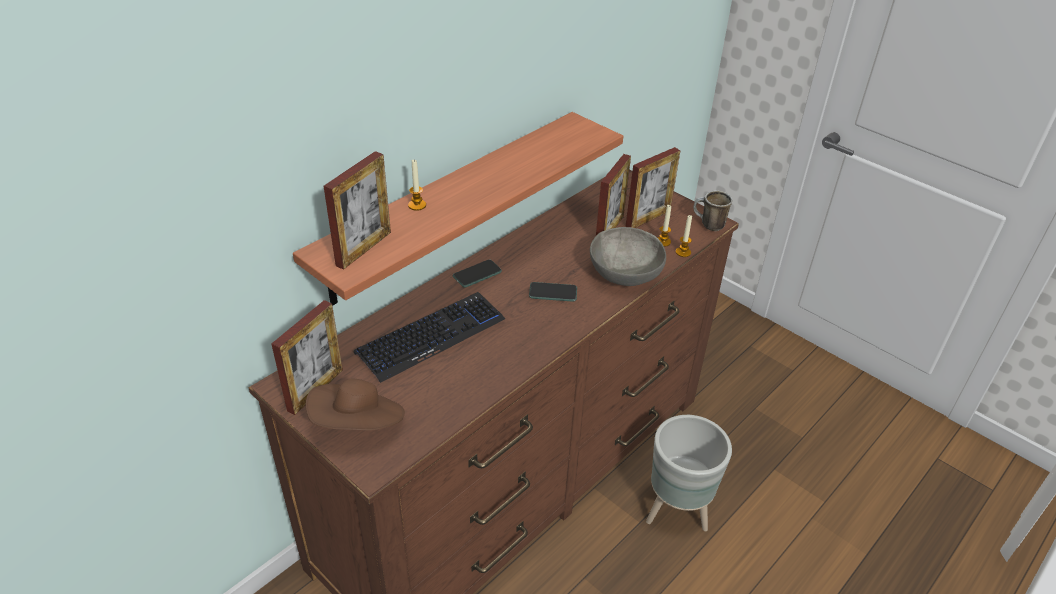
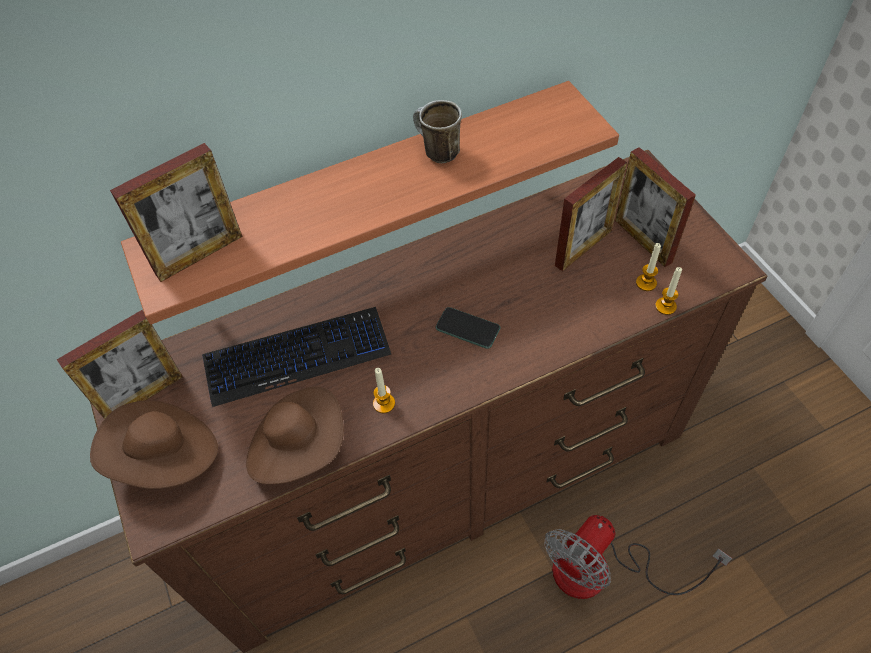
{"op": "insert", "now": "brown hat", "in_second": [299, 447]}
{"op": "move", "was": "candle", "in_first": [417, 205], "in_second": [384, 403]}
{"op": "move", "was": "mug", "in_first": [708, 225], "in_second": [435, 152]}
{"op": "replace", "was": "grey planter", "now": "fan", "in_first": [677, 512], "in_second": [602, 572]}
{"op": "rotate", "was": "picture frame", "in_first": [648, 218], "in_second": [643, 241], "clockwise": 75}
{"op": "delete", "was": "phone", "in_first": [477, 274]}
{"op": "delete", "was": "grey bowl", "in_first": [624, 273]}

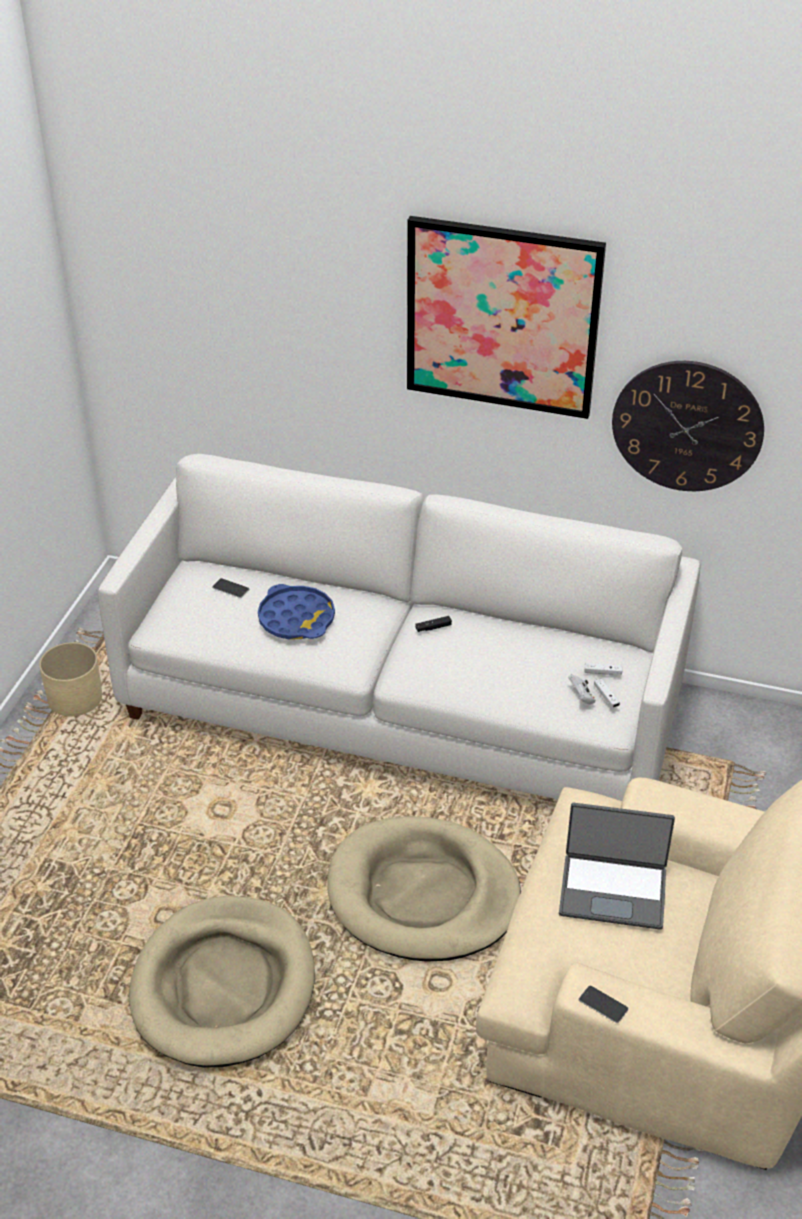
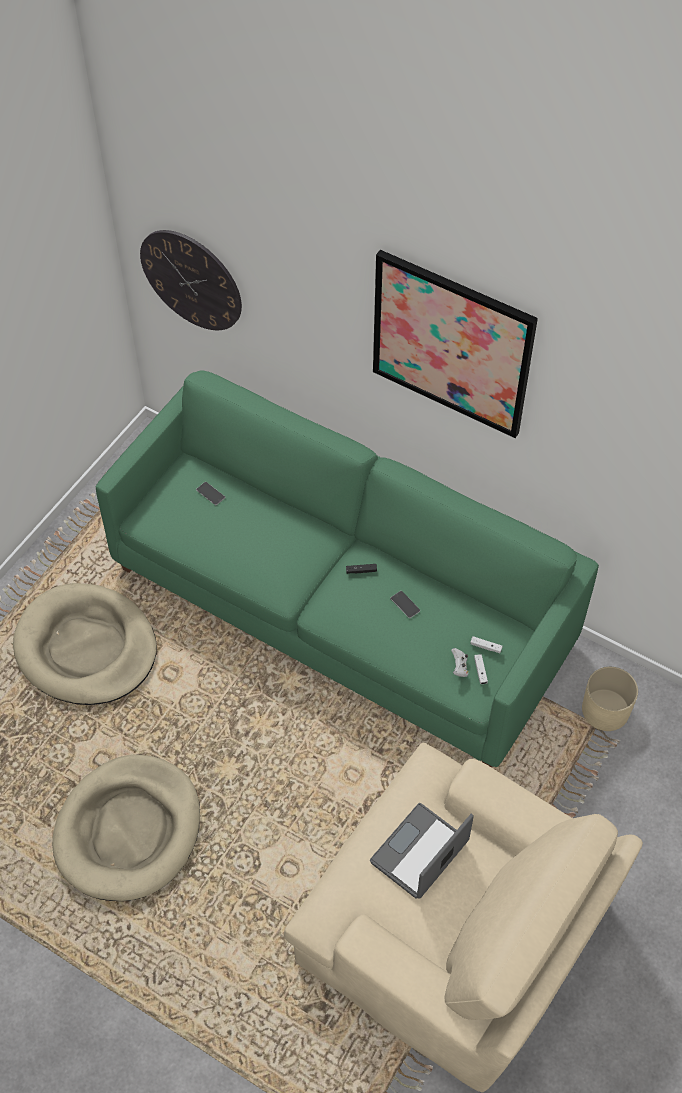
{"op": "move", "was": "beige dog bed", "in_first": [422, 894], "in_second": [86, 648]}
{"op": "recolor", "was": "white sofa", "now": "green sofa", "in_first": [402, 705], "in_second": [342, 606]}
{"op": "move", "was": "wall clock", "in_first": [687, 426], "in_second": [191, 280]}
{"op": "rotate", "was": "laptop", "in_first": [613, 890], "in_second": [420, 853], "clockwise": 105}
{"op": "move", "was": "phone", "in_first": [603, 1004], "in_second": [405, 604]}
{"op": "move", "was": "beige planter", "in_first": [75, 698], "in_second": [605, 709]}
{"op": "delete", "was": "blue tray", "in_first": [296, 619]}

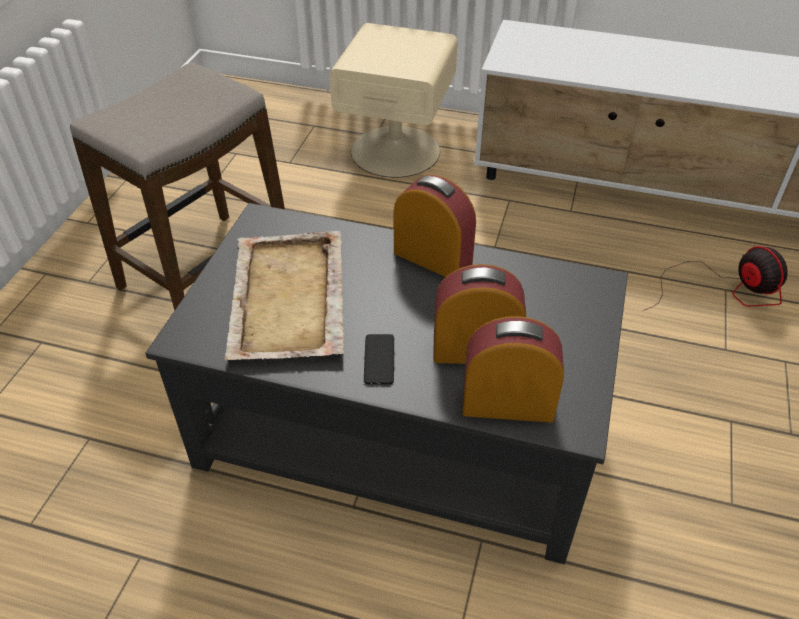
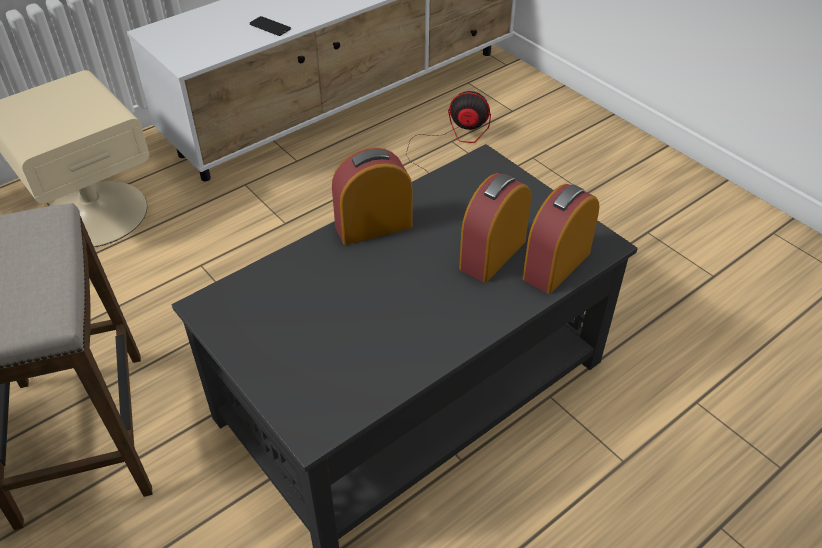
{"op": "move", "was": "phone", "in_first": [379, 359], "in_second": [270, 27]}
{"op": "delete", "was": "beige tray", "in_first": [287, 299]}

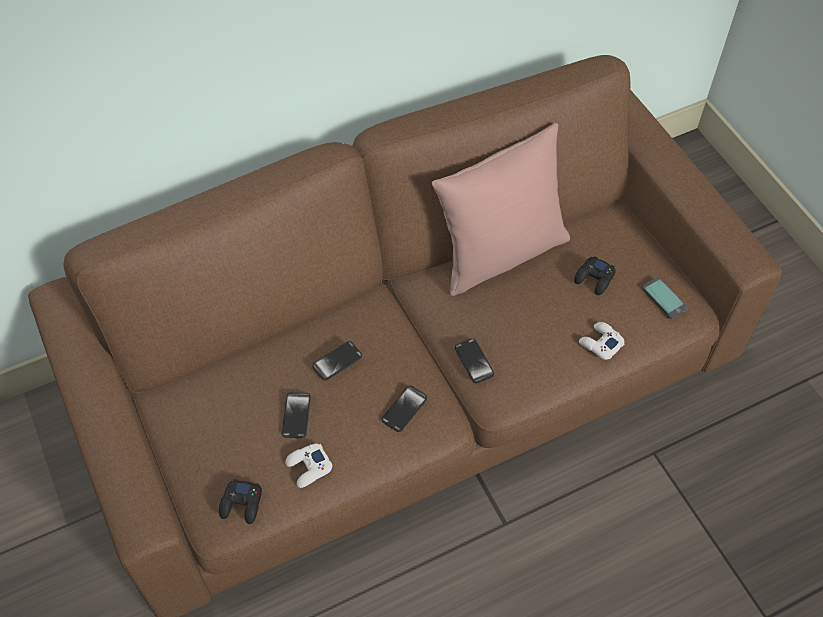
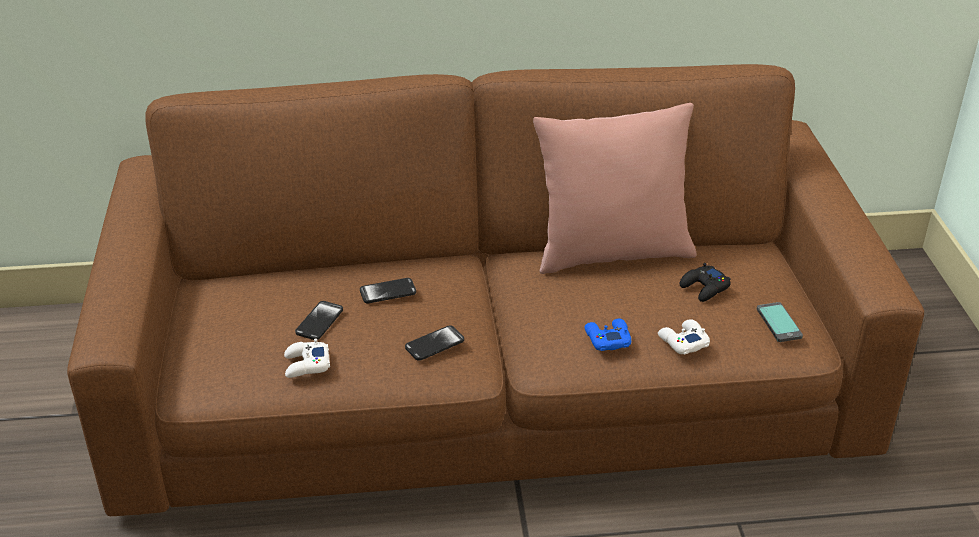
{"op": "insert", "now": "blue game controller", "in_second": [607, 339]}
{"op": "delete", "was": "black game controller", "in_first": [242, 504]}
{"op": "delete", "was": "phone", "in_first": [474, 361]}

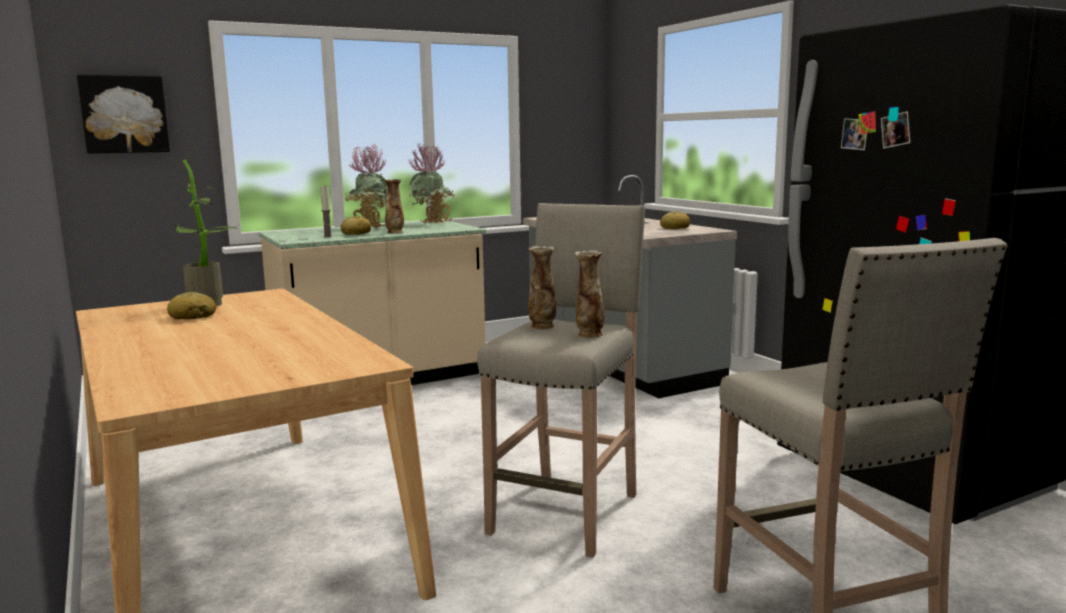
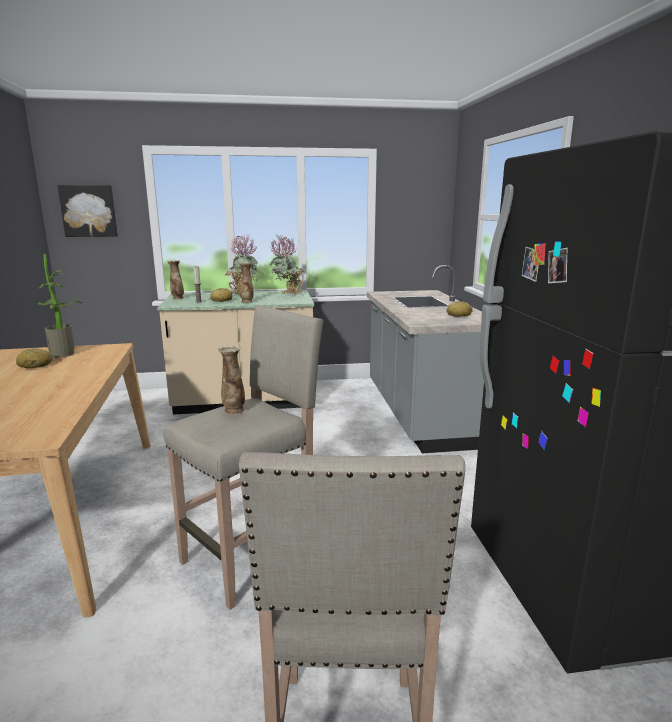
{"op": "move", "was": "vase", "in_first": [589, 335], "in_second": [177, 298]}

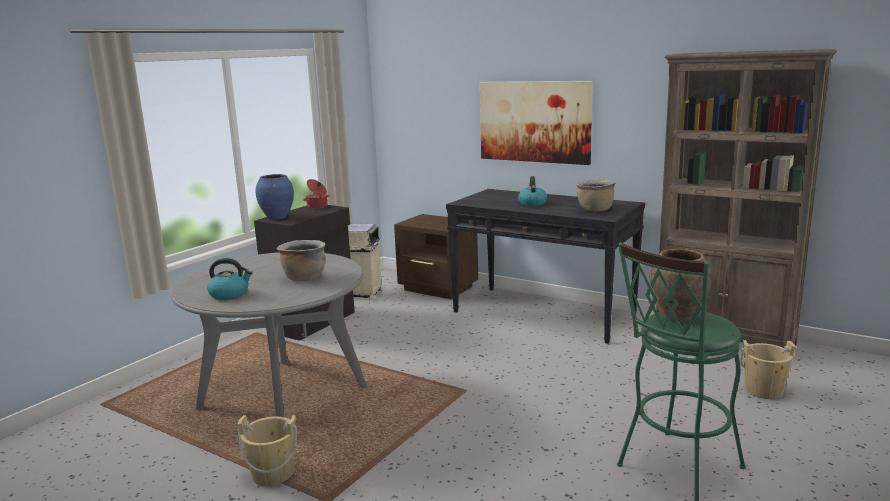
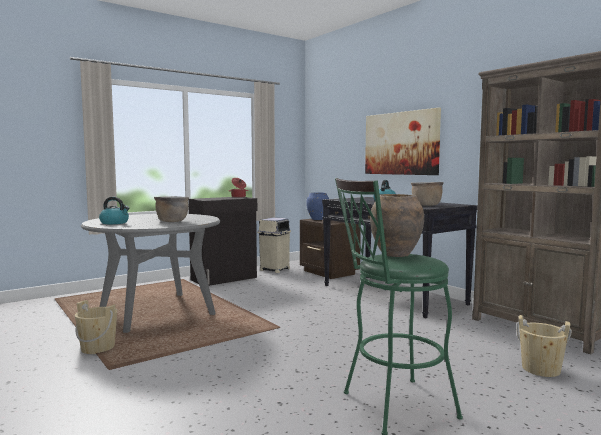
{"op": "move", "was": "blue vase", "in_first": [277, 217], "in_second": [317, 219]}

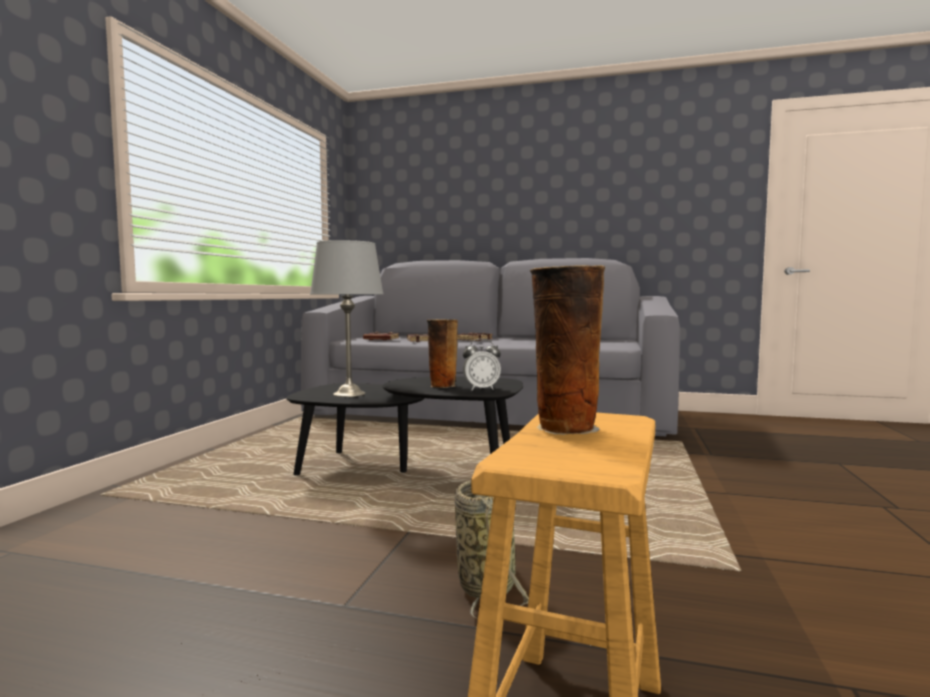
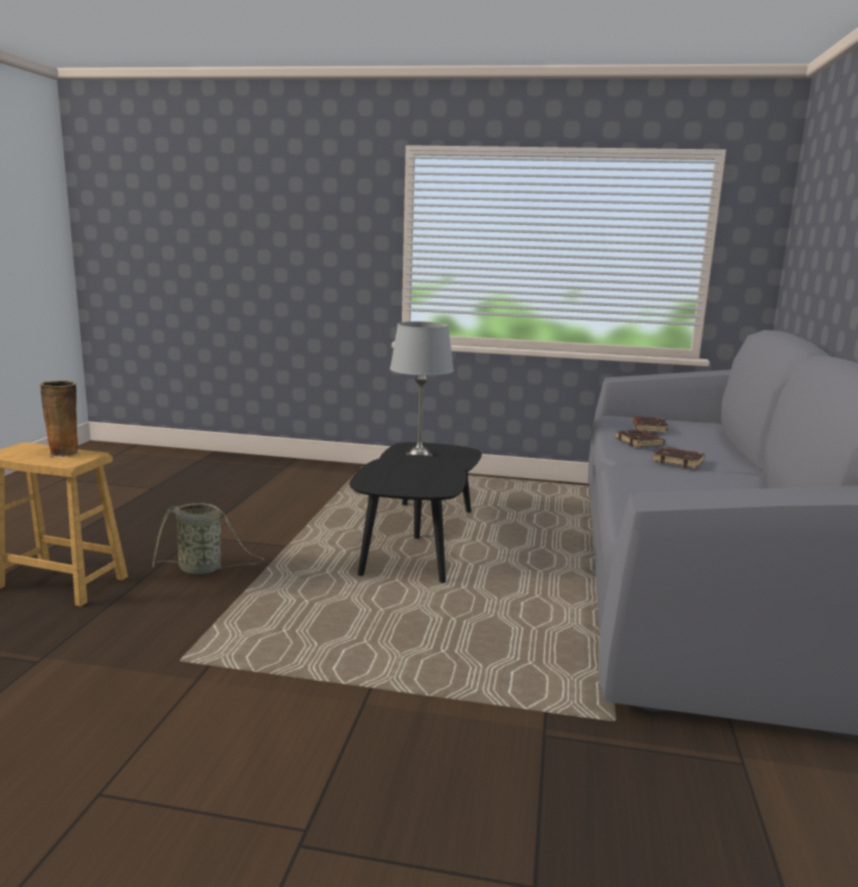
{"op": "delete", "was": "vase", "in_first": [442, 386]}
{"op": "delete", "was": "alarm clock", "in_first": [481, 389]}

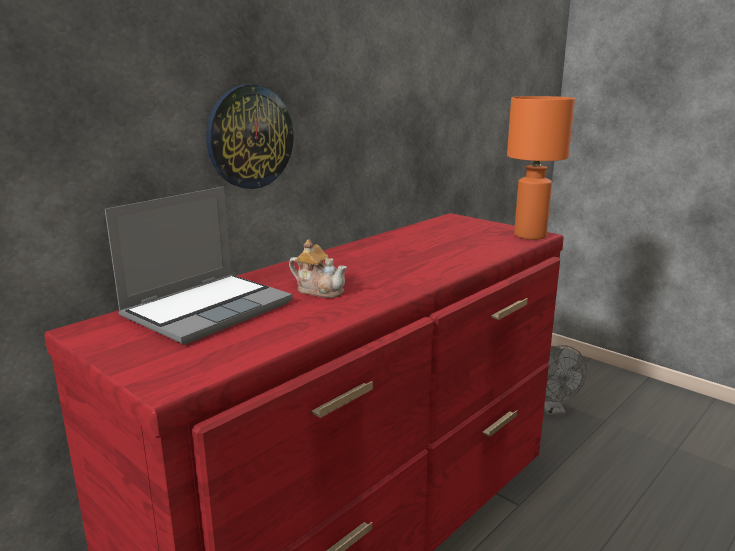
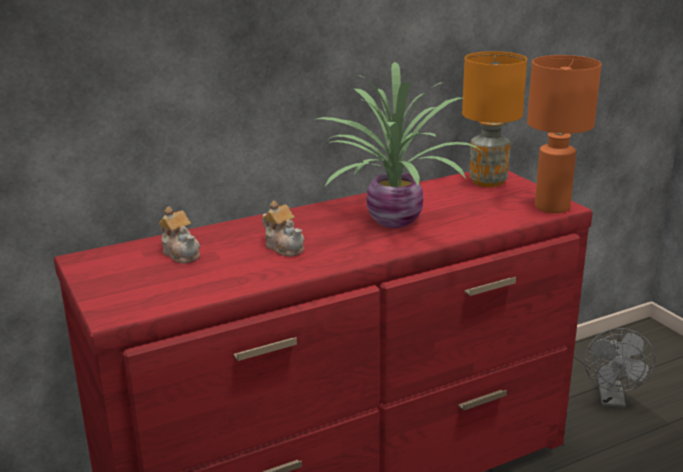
{"op": "replace", "was": "laptop", "now": "teapot", "in_first": [208, 309], "in_second": [181, 253]}
{"op": "insert", "now": "potted plant", "in_second": [391, 221]}
{"op": "insert", "now": "orange table lamp", "in_second": [487, 181]}
{"op": "delete", "was": "wall clock", "in_first": [249, 137]}

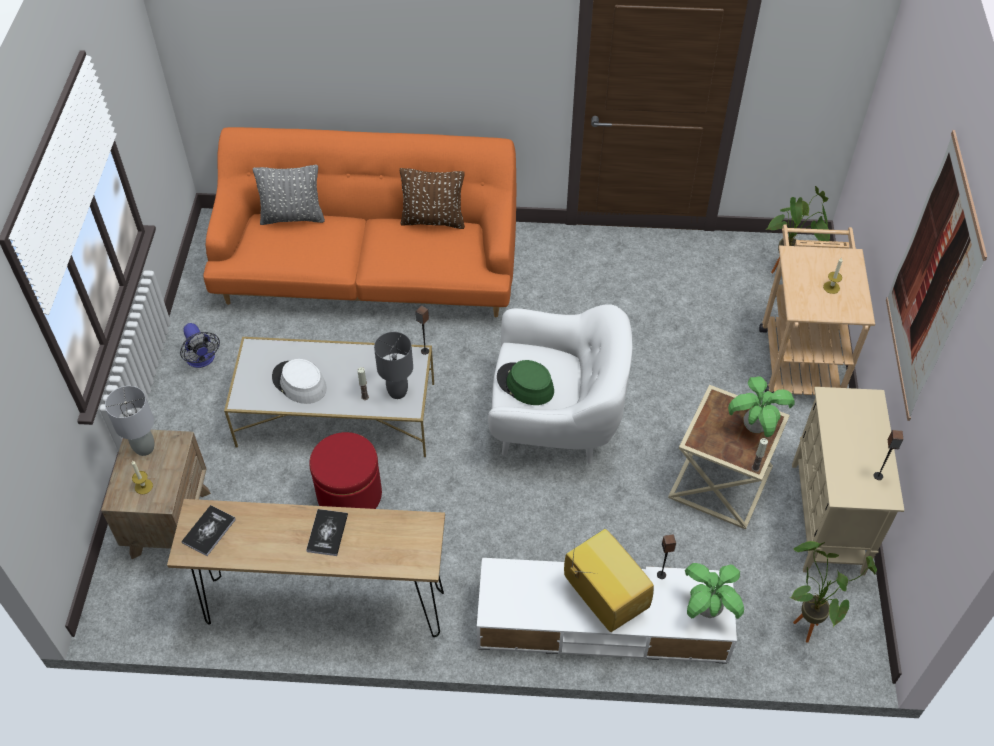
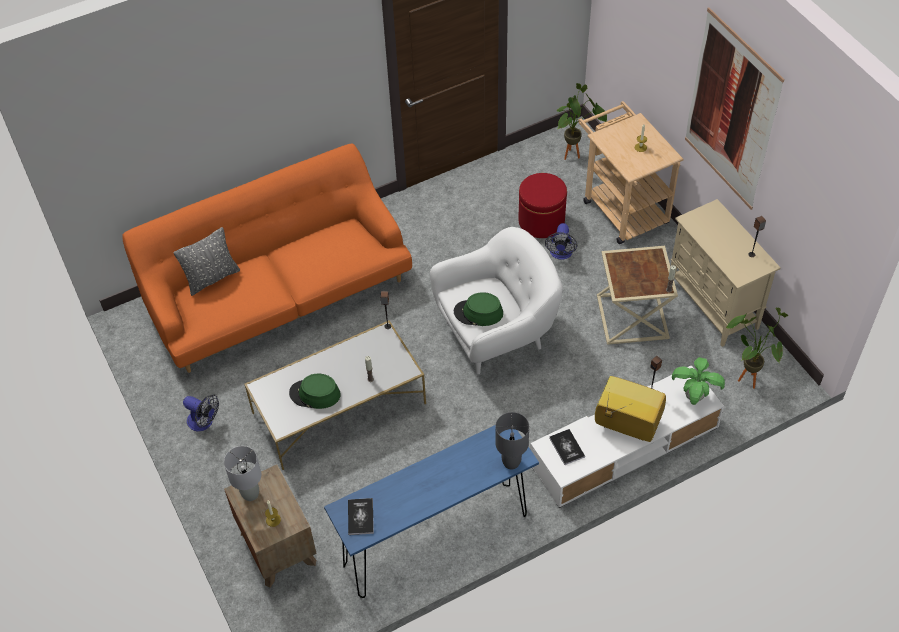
{"op": "recolor", "was": "white hat", "now": "green hat", "in_first": [299, 383], "in_second": [315, 394]}
{"op": "recolor", "was": "brown console table", "now": "blue console table", "in_first": [325, 607], "in_second": [436, 540]}
{"op": "move", "was": "grey table lamp", "in_first": [397, 392], "in_second": [511, 462]}
{"op": "move", "was": "red ottoman", "in_first": [349, 495], "in_second": [541, 221]}
{"op": "insert", "now": "fan", "in_second": [560, 254]}
{"op": "move", "was": "book", "in_first": [327, 533], "in_second": [567, 447]}
{"op": "delete", "was": "brown pillow", "in_first": [433, 220]}
{"op": "delete", "was": "potted plant", "in_first": [754, 427]}

